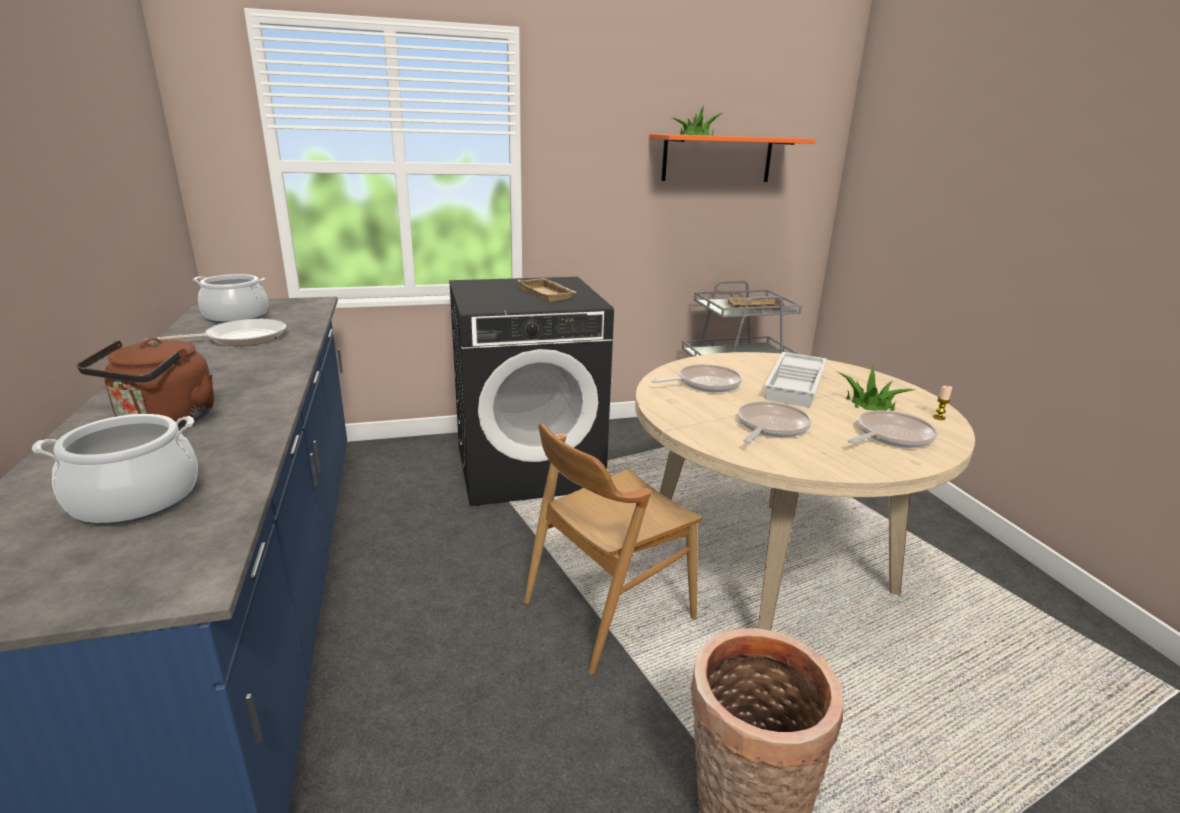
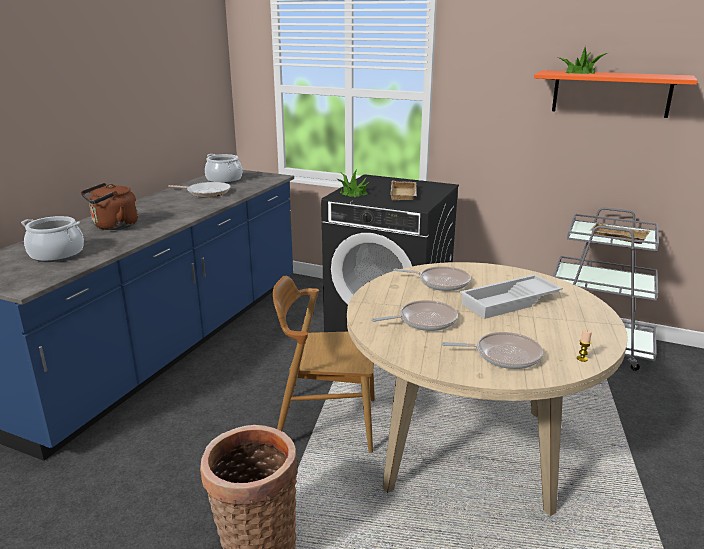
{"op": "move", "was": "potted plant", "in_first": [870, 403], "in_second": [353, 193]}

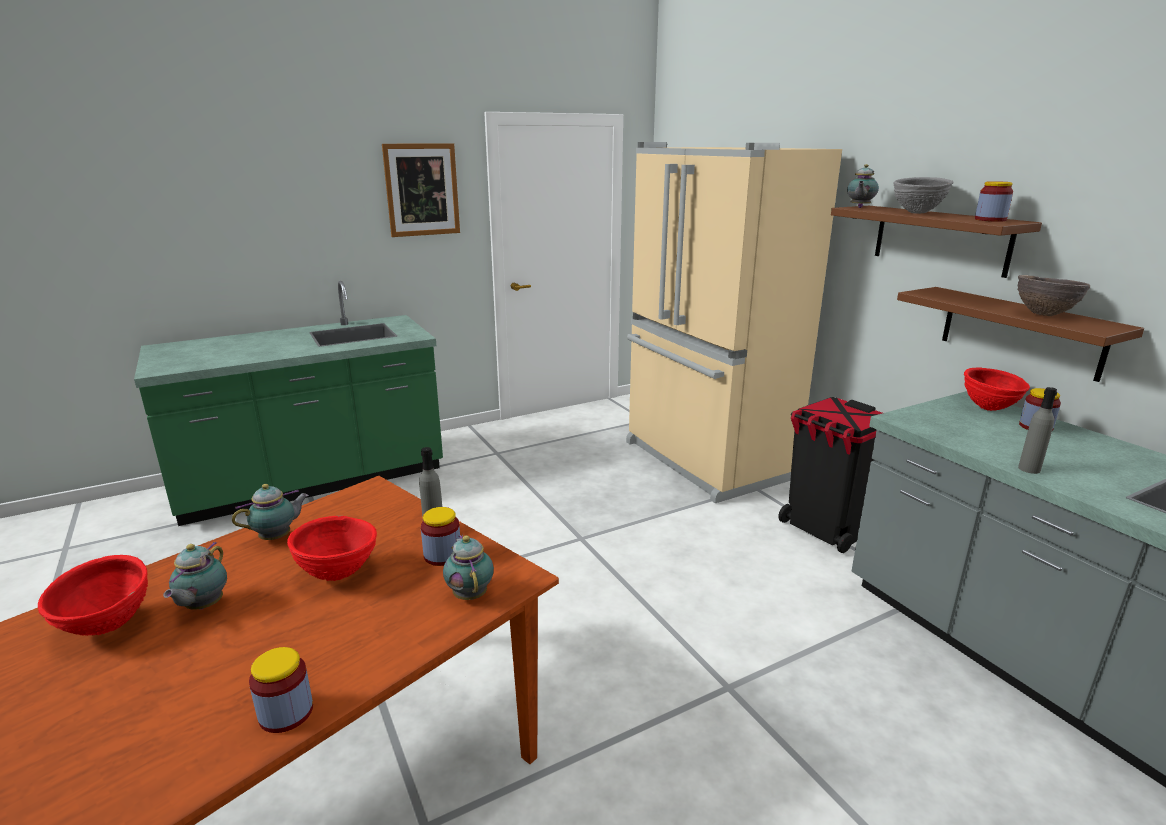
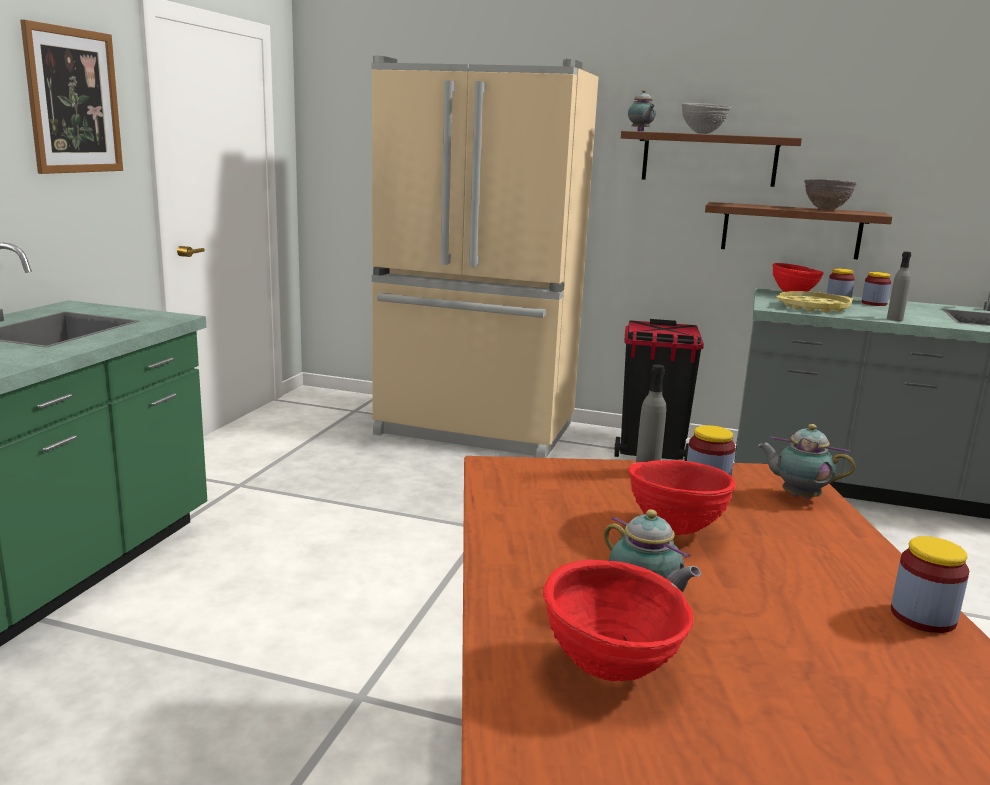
{"op": "insert", "now": "yellow tray", "in_second": [813, 307]}
{"op": "move", "was": "jar", "in_first": [990, 220], "in_second": [874, 303]}
{"op": "delete", "was": "teapot", "in_first": [278, 537]}

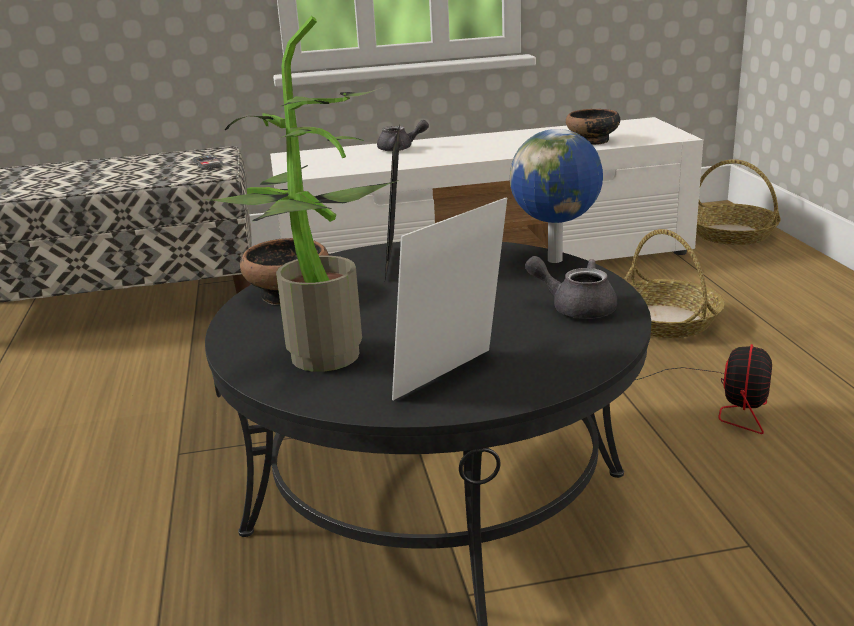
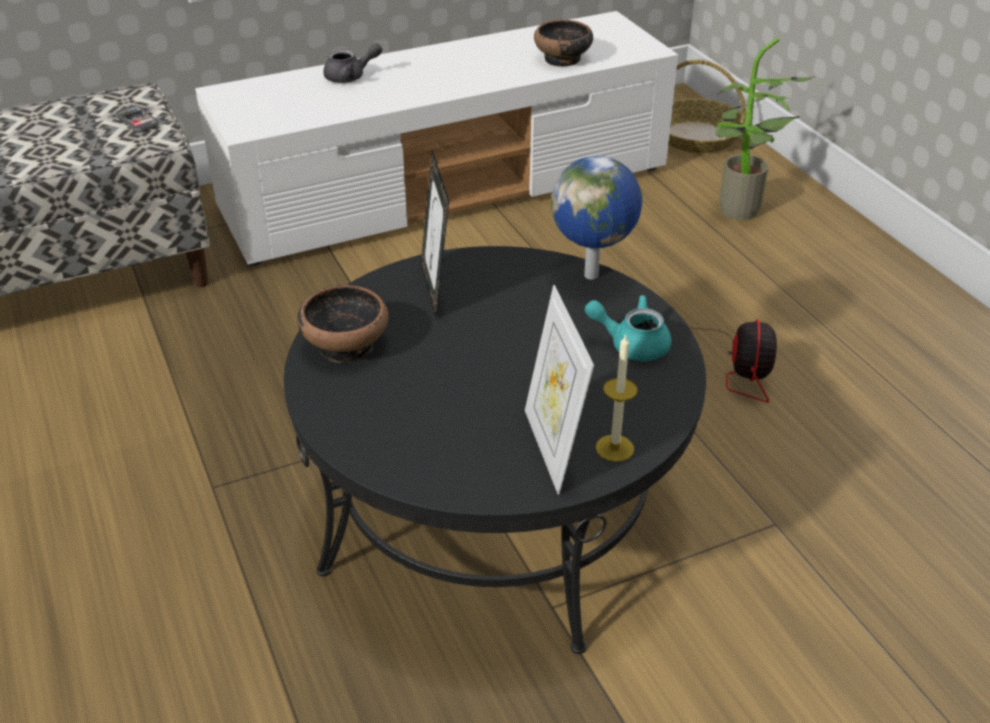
{"op": "rotate", "was": "picture frame", "in_first": [453, 378], "in_second": [553, 448], "clockwise": -45}
{"op": "recolor", "was": "grey teapot", "now": "turquoise teapot", "in_first": [575, 307], "in_second": [631, 344]}
{"op": "insert", "now": "candle", "in_second": [614, 448]}
{"op": "move", "was": "potted plant", "in_first": [318, 360], "in_second": [738, 213]}
{"op": "delete", "was": "basket", "in_first": [665, 321]}

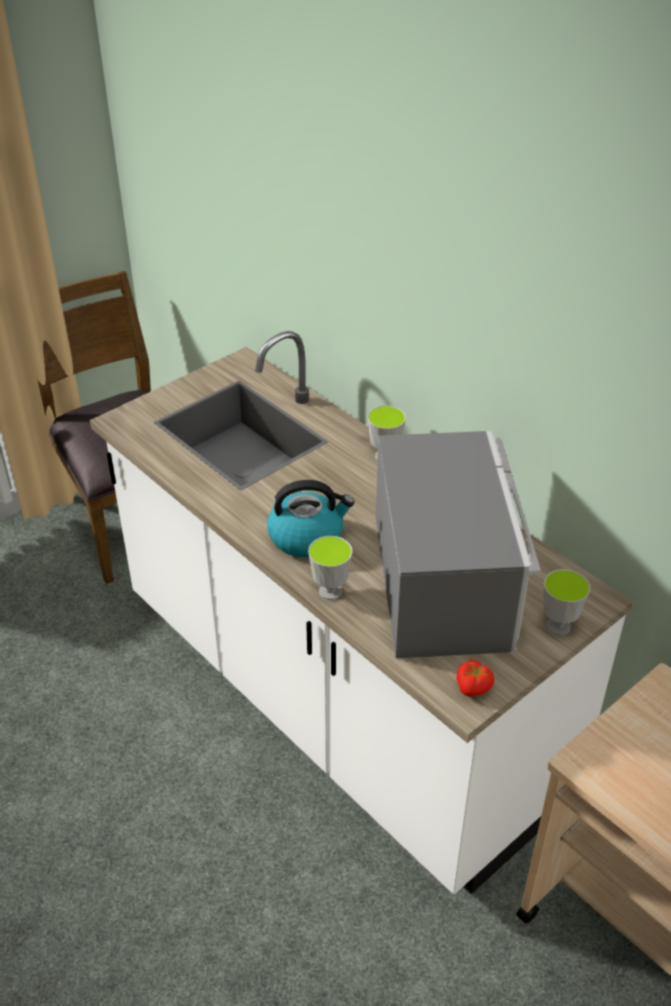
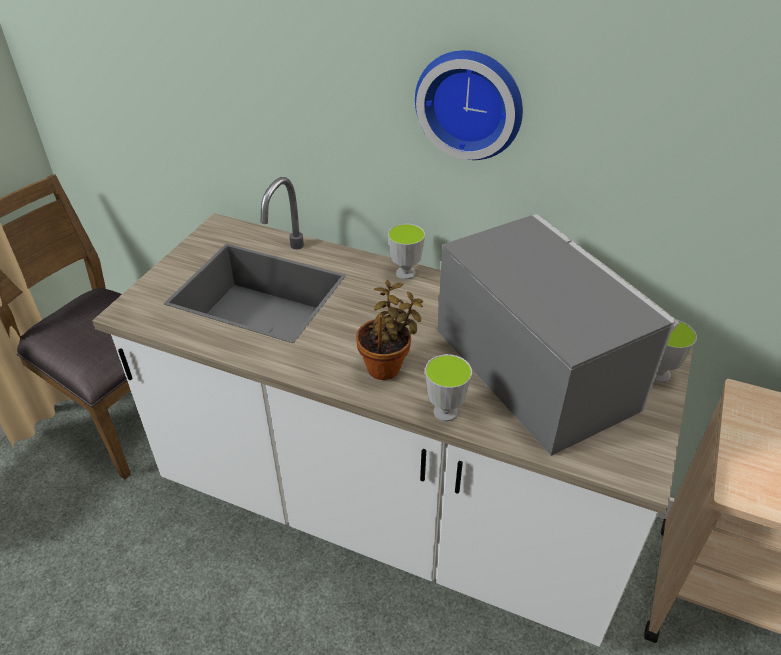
{"op": "replace", "was": "kettle", "now": "potted plant", "in_first": [307, 536], "in_second": [387, 366]}
{"op": "insert", "now": "wall clock", "in_second": [470, 103]}
{"op": "delete", "was": "tomato", "in_first": [474, 686]}

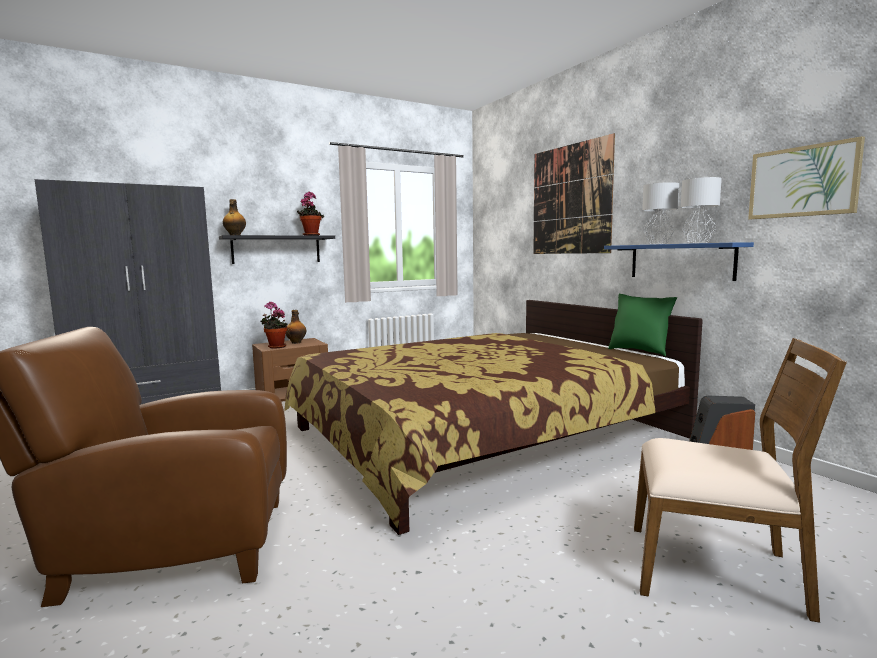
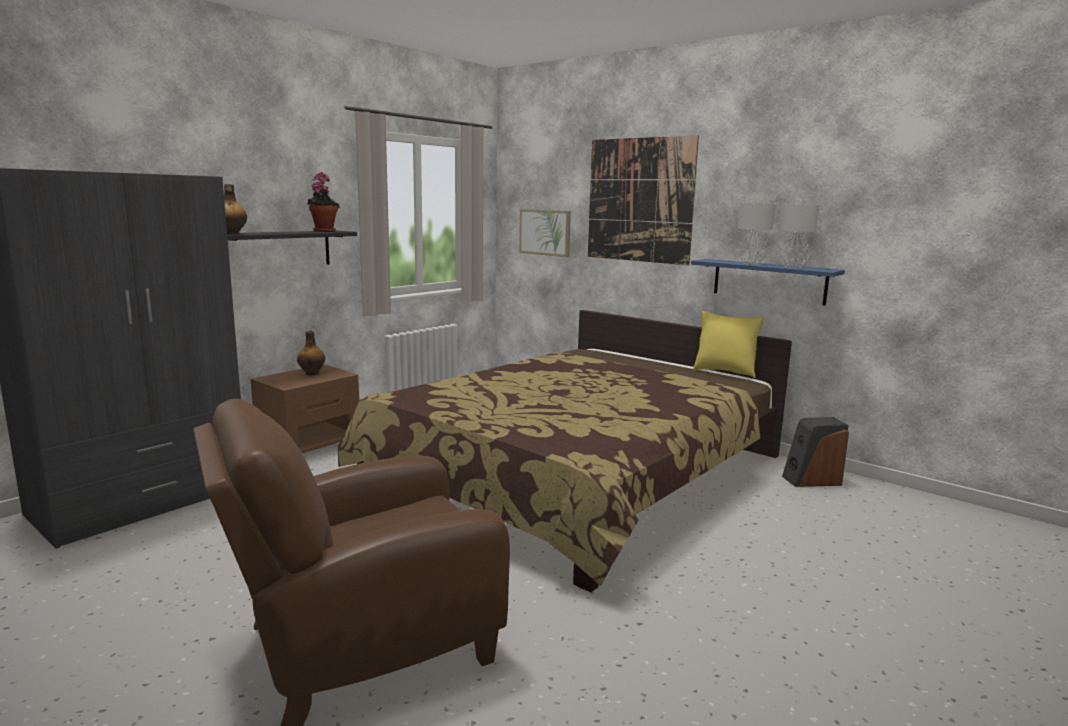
{"op": "move", "was": "picture", "in_first": [802, 181], "in_second": [545, 232]}
{"op": "recolor", "was": "green pillow", "now": "yellow pillow", "in_first": [639, 351], "in_second": [725, 372]}
{"op": "delete", "was": "potted plant", "in_first": [275, 347]}
{"op": "delete", "was": "brown chair", "in_first": [715, 571]}

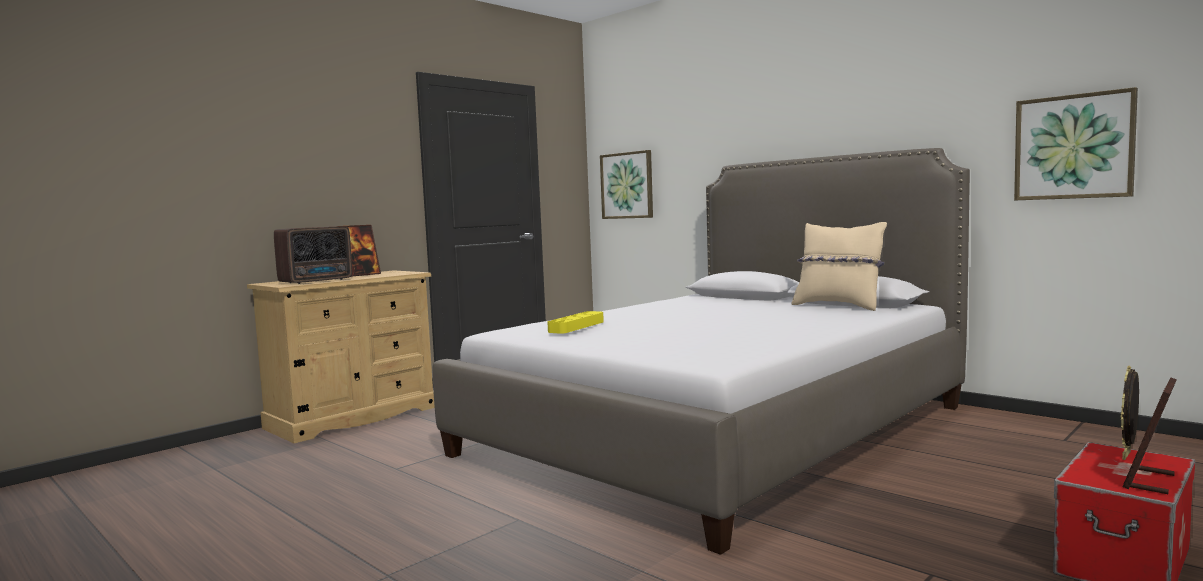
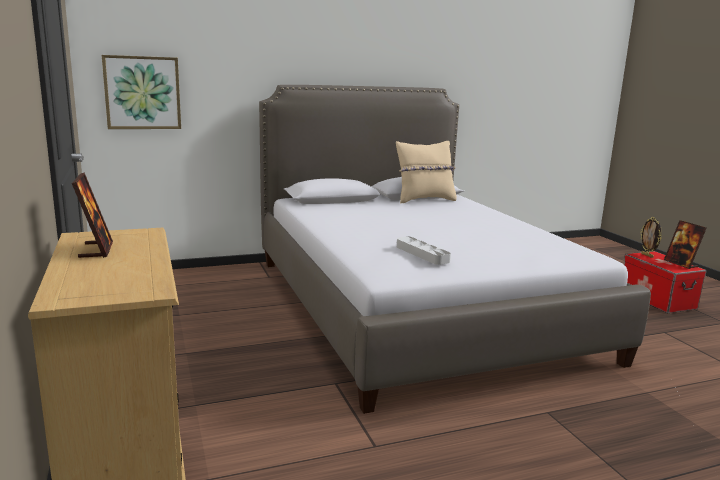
{"op": "recolor", "was": "yellow tray", "now": "grey tray", "in_first": [576, 326], "in_second": [422, 254]}
{"op": "delete", "was": "radio", "in_first": [318, 281]}
{"op": "delete", "was": "picture", "in_first": [1073, 147]}

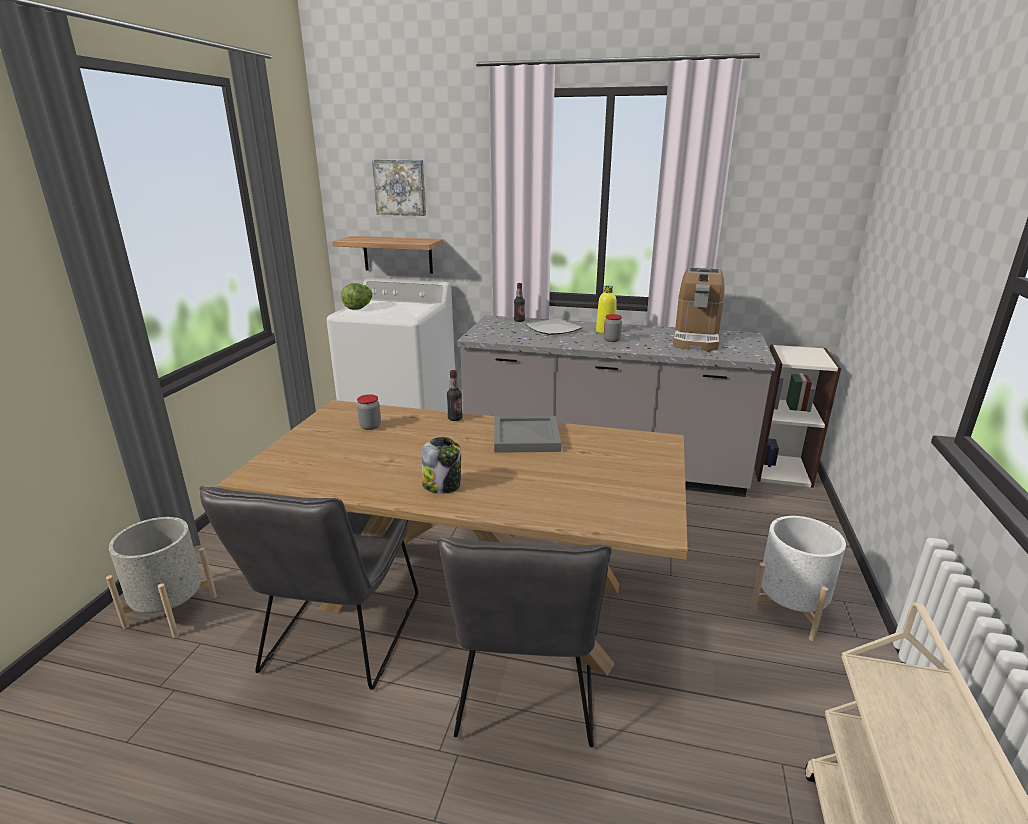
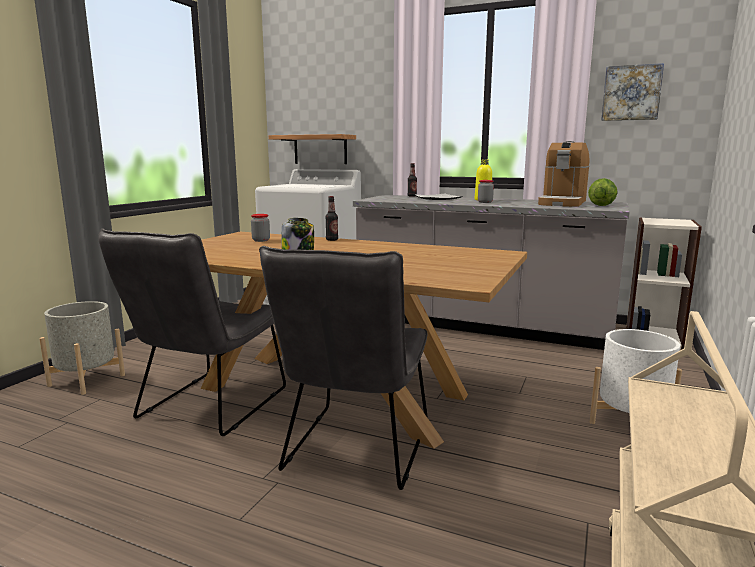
{"op": "move", "was": "lettuce", "in_first": [359, 308], "in_second": [601, 205]}
{"op": "move", "was": "picture", "in_first": [400, 187], "in_second": [631, 93]}
{"op": "delete", "was": "grey tray", "in_first": [525, 437]}

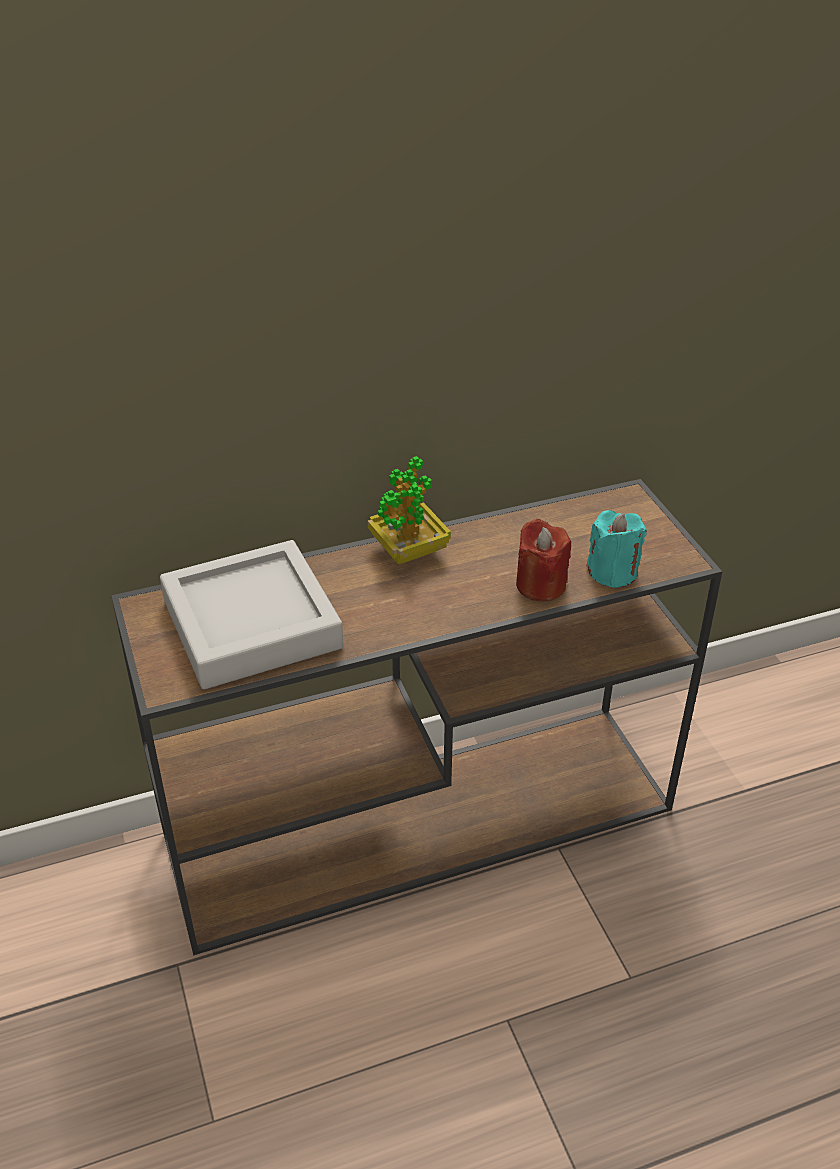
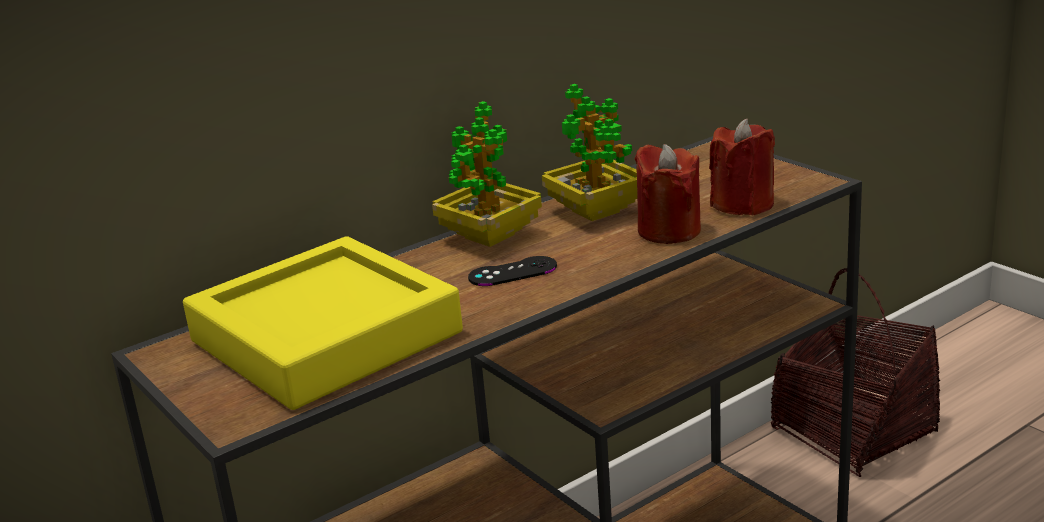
{"op": "recolor", "was": "grey tray", "now": "yellow tray", "in_first": [252, 624], "in_second": [326, 337]}
{"op": "insert", "now": "black game controller", "in_second": [512, 272]}
{"op": "insert", "now": "potted plant", "in_second": [596, 211]}
{"op": "recolor", "was": "turquoise candle", "now": "red candle", "in_first": [612, 572], "in_second": [743, 204]}
{"op": "insert", "now": "basket", "in_second": [853, 431]}

